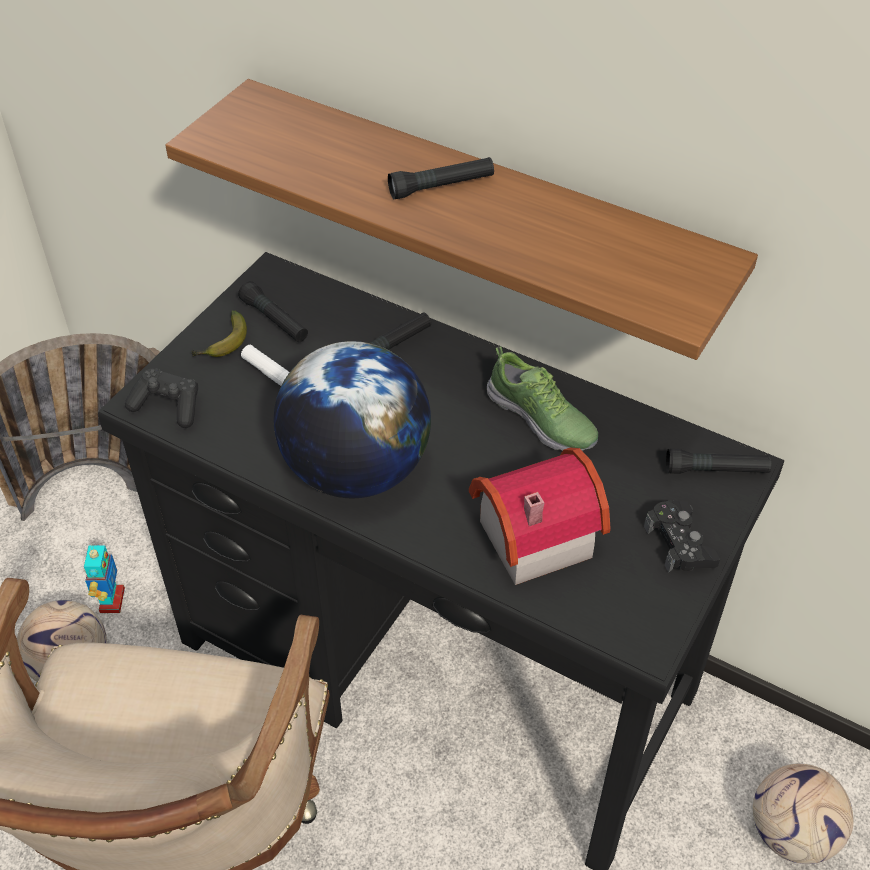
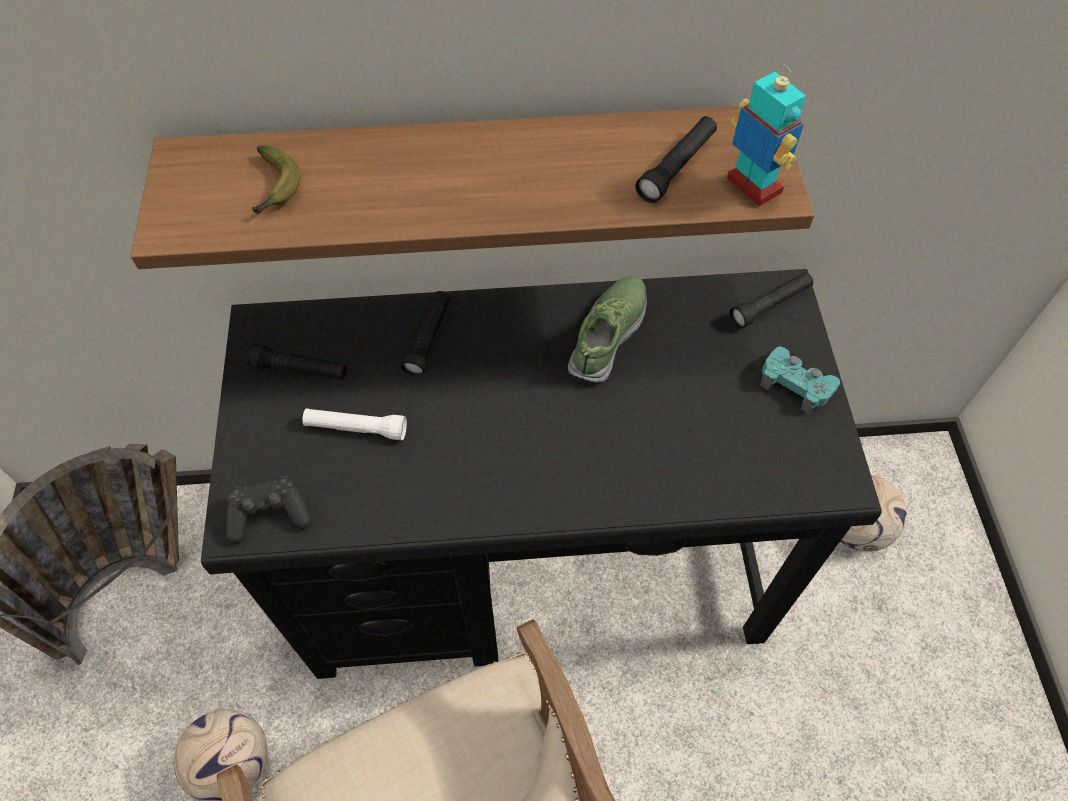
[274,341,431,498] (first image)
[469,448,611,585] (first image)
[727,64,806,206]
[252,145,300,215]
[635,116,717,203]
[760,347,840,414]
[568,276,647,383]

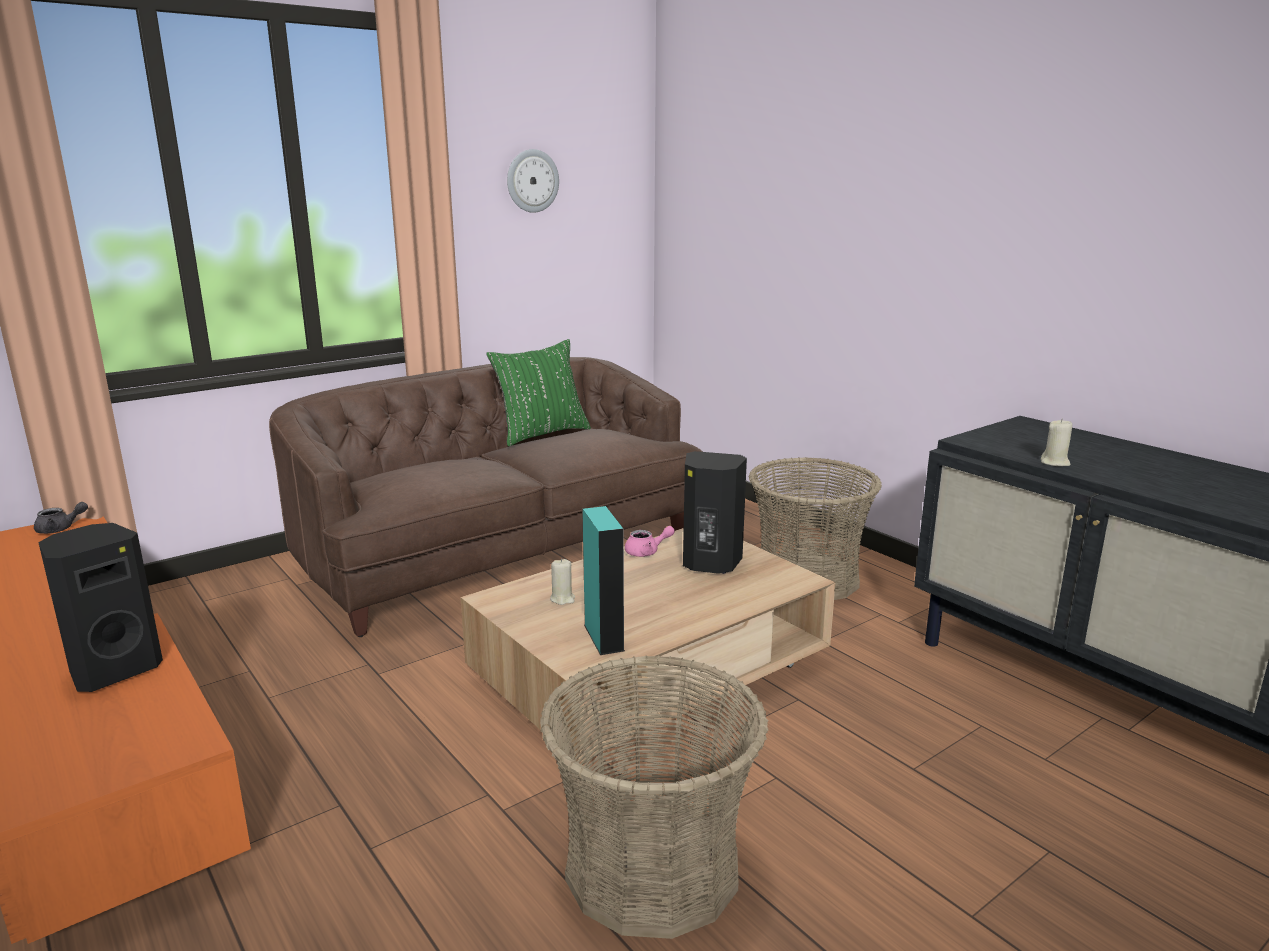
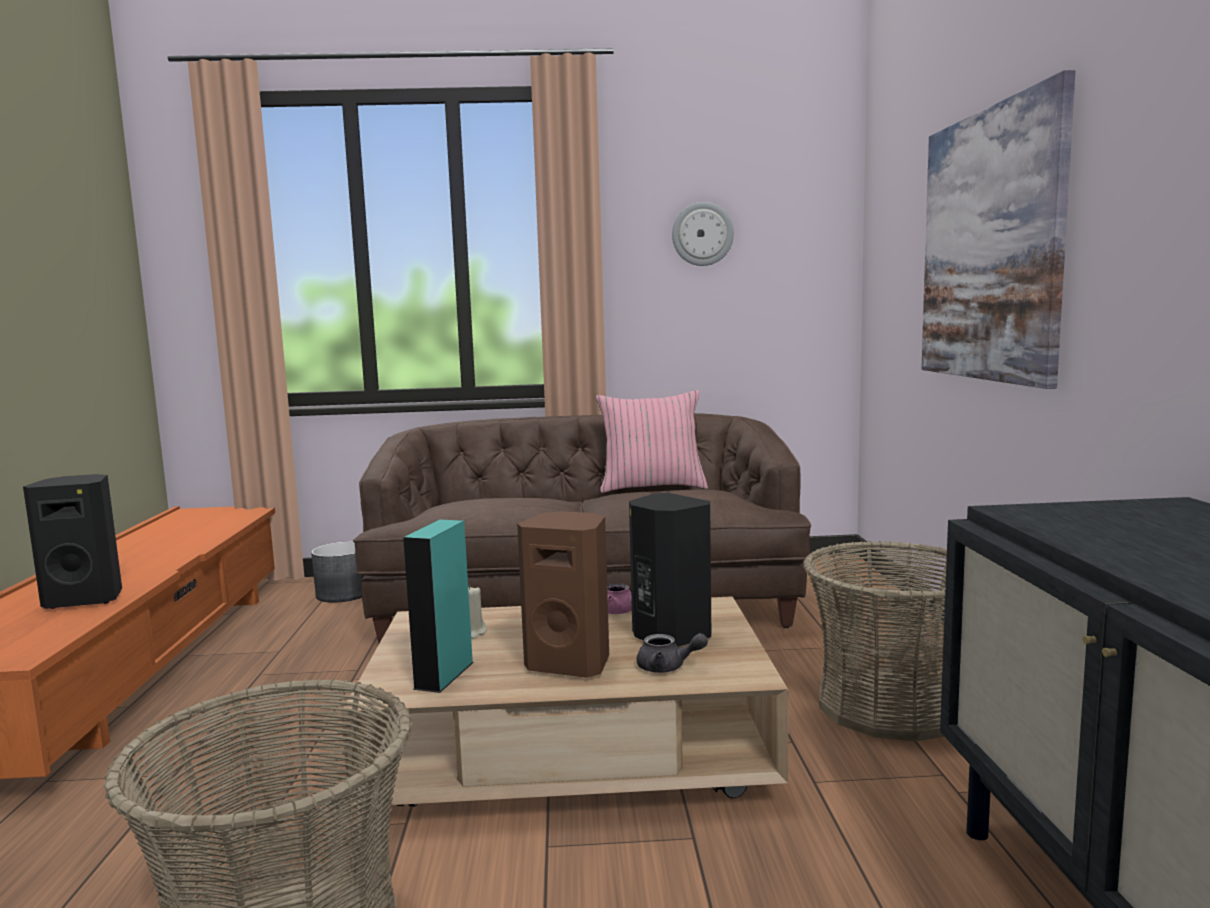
[1041,419,1072,466] (first image)
[311,542,364,603]
[517,511,609,678]
[922,70,1075,389]
[636,633,708,673]
[596,390,708,493]

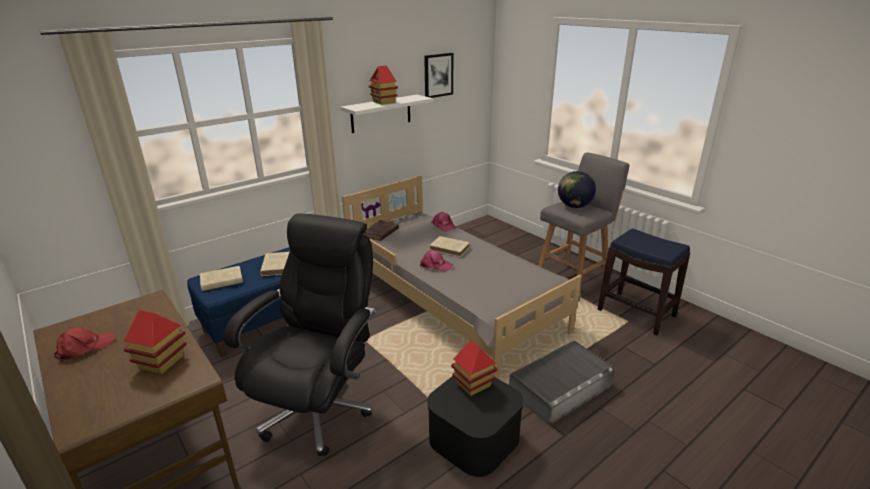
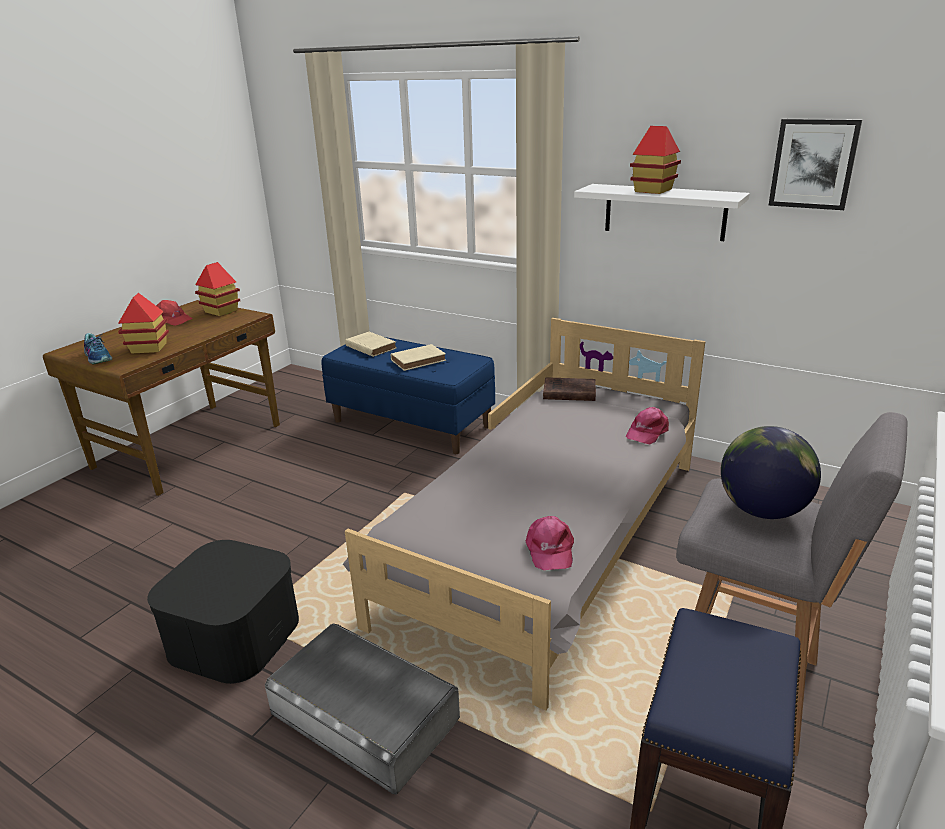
[223,213,377,456] (first image)
[429,236,470,257] (first image)
[84,333,112,364]
[526,516,574,570]
[195,262,240,316]

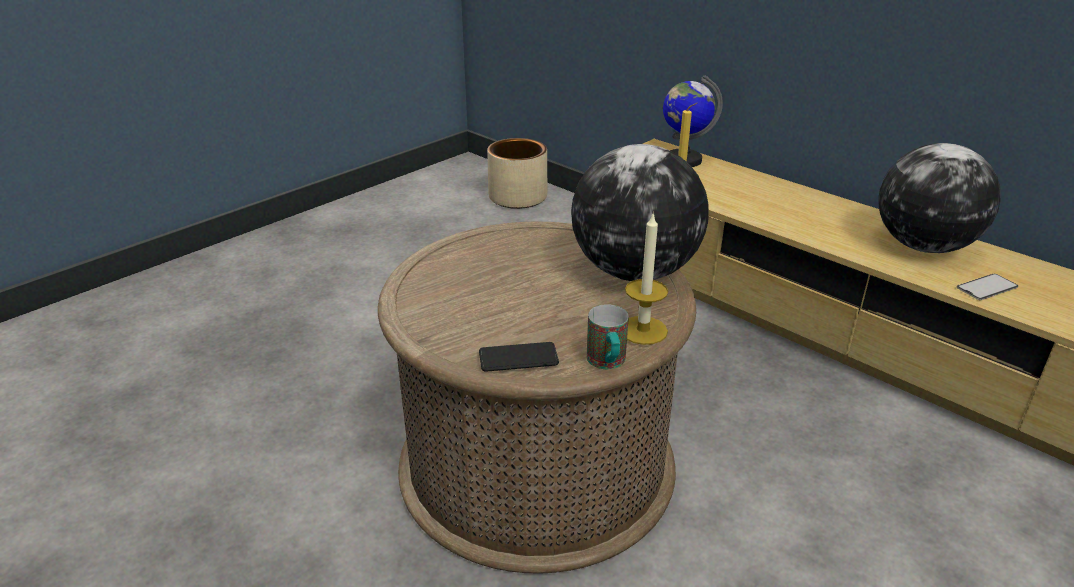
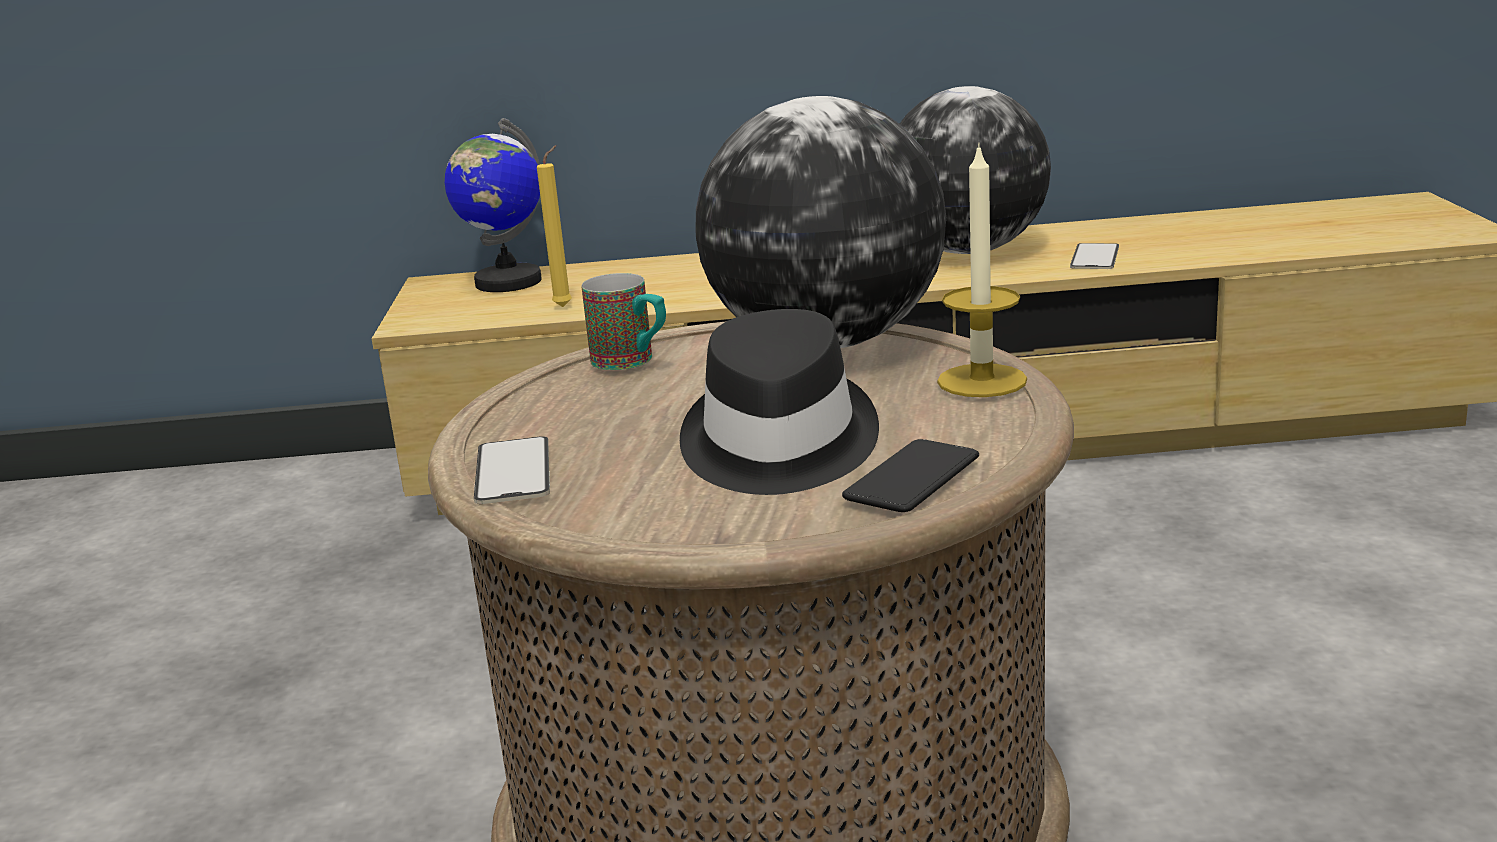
[487,138,547,209] (first image)
[474,436,550,504]
[680,309,879,495]
[582,273,666,370]

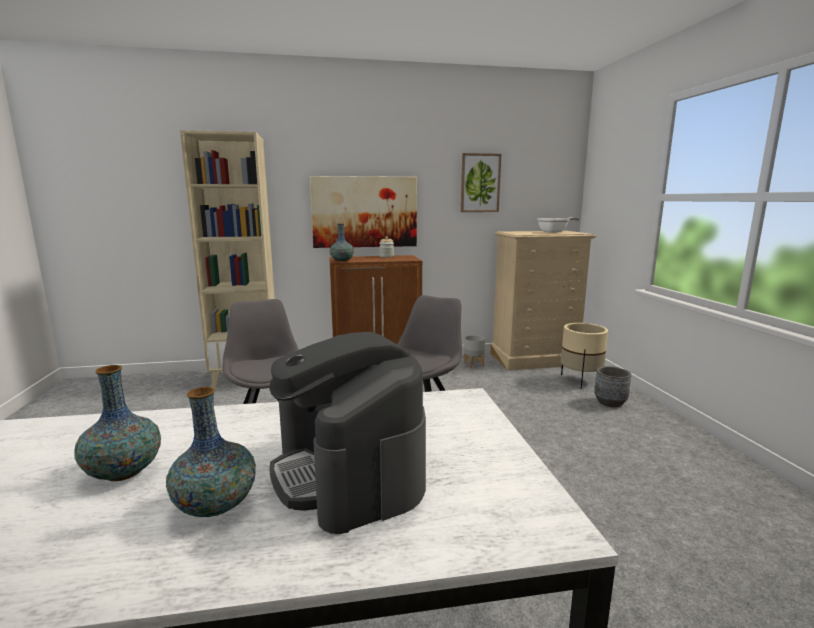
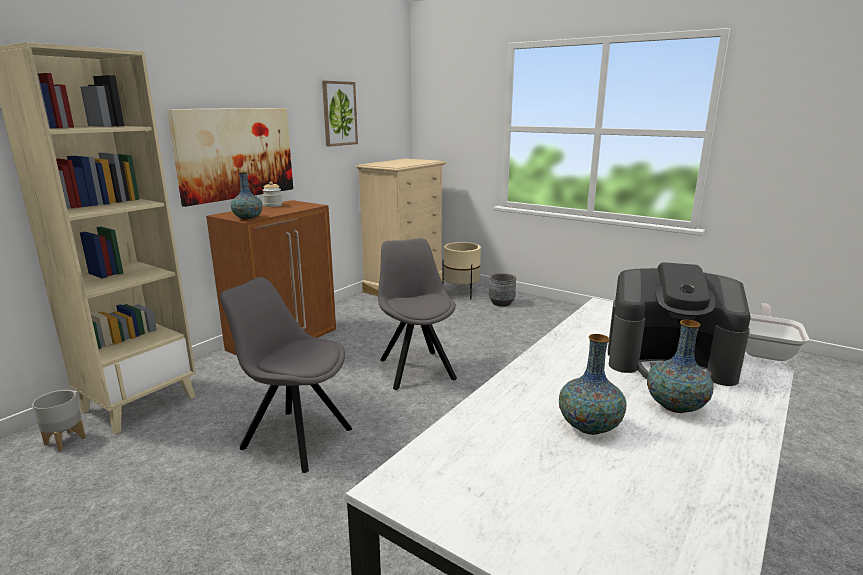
[32,390,86,452]
[745,303,809,361]

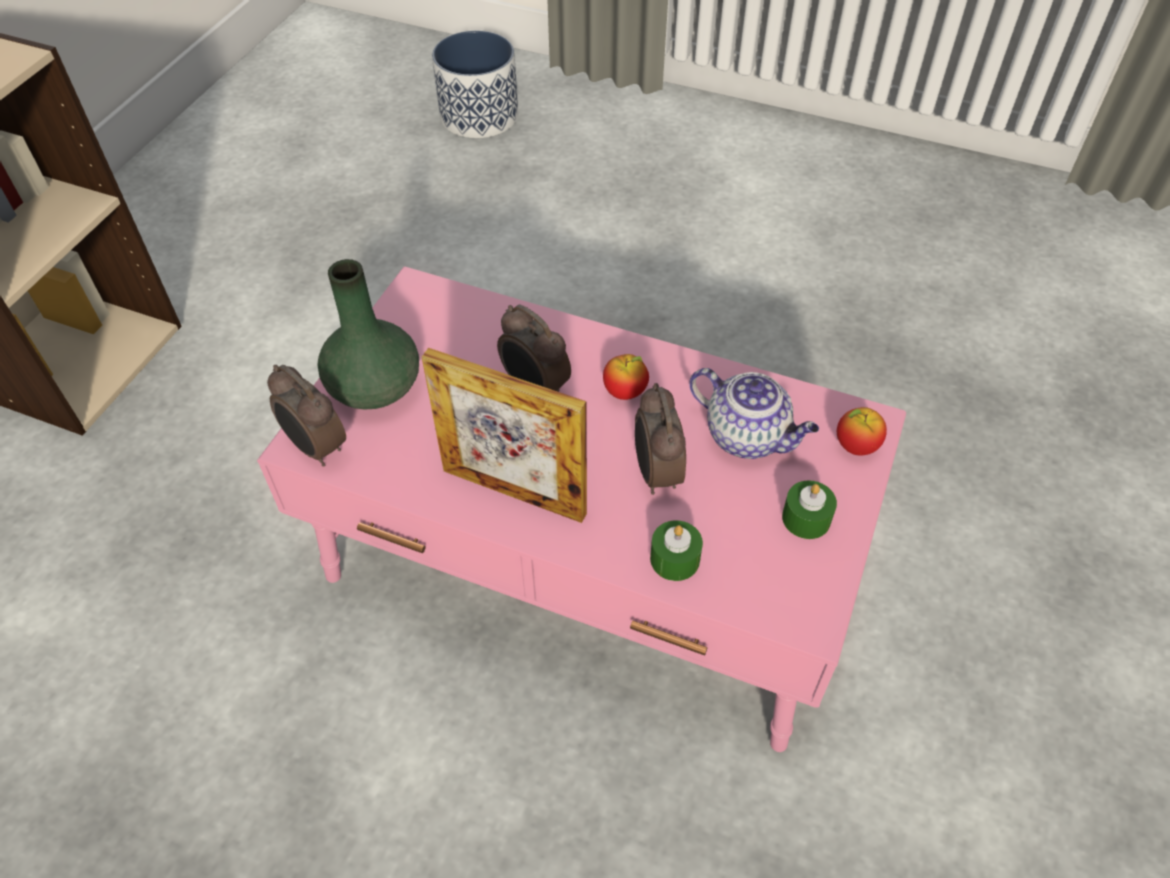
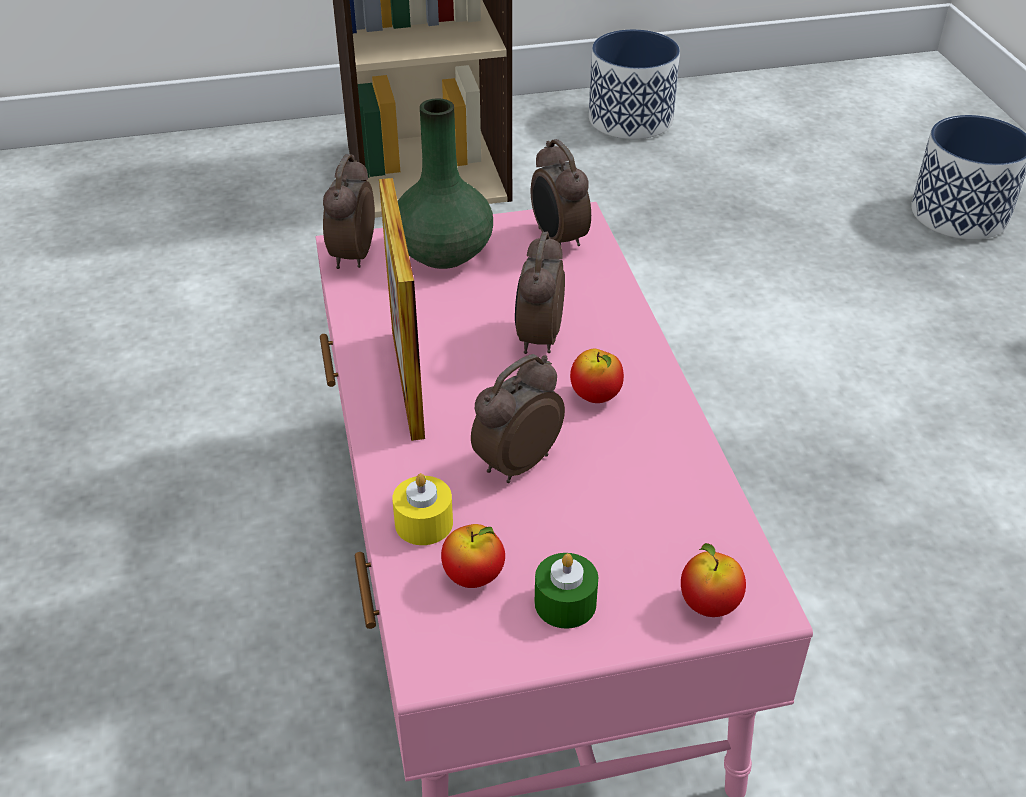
[690,368,819,459] (first image)
[441,524,505,588]
[531,139,591,246]
[589,29,680,140]
[392,473,453,545]

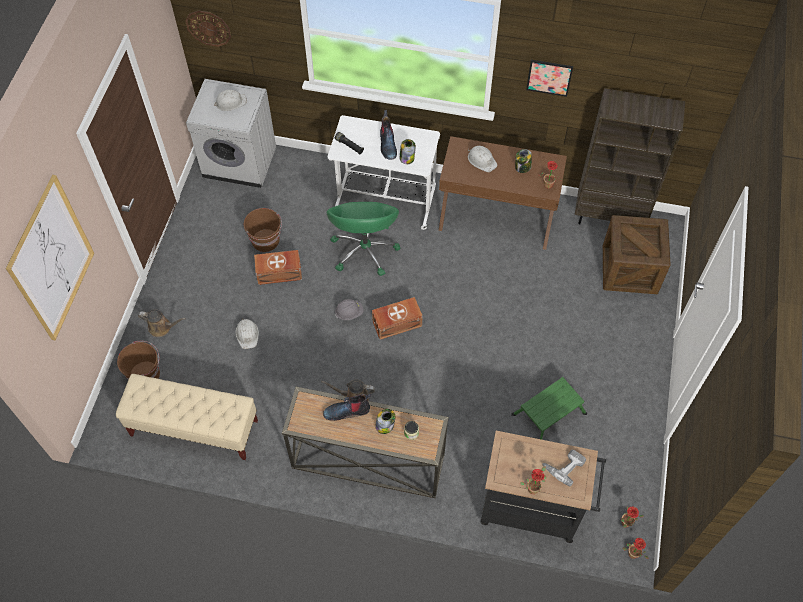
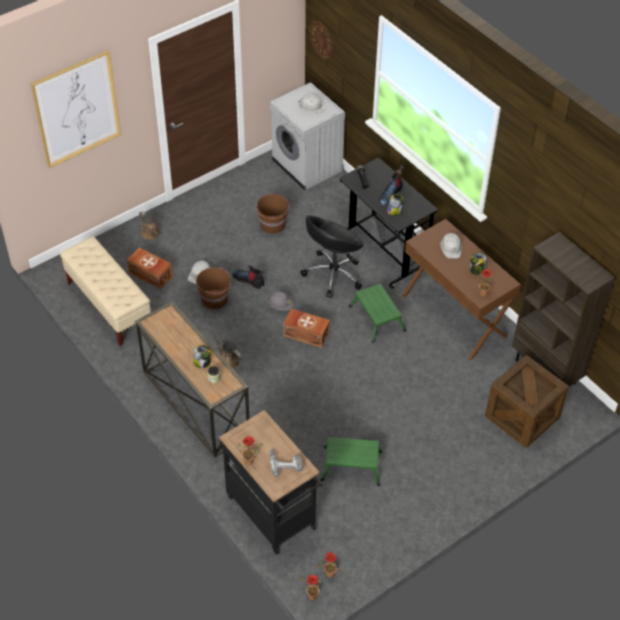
[526,60,573,97] (first image)
[348,283,407,343]
[196,267,232,309]
[127,247,172,289]
[232,265,265,289]
[300,215,363,298]
[340,158,437,289]

